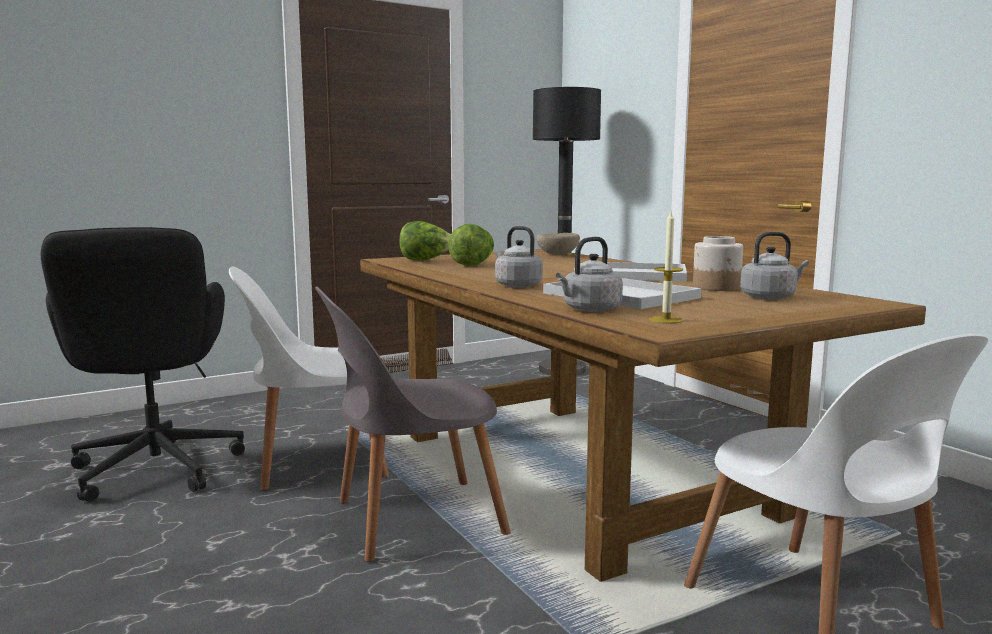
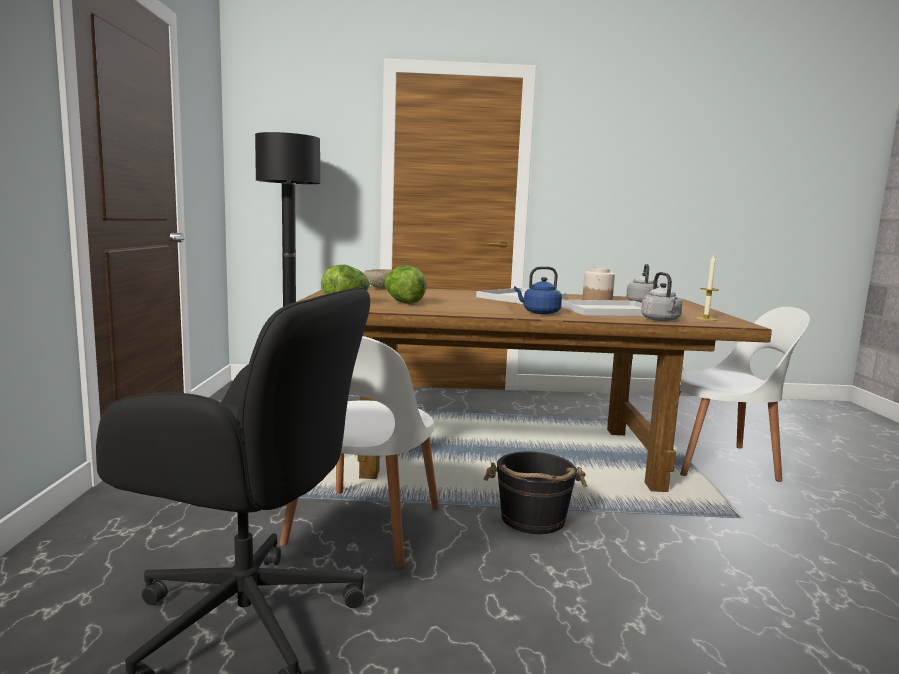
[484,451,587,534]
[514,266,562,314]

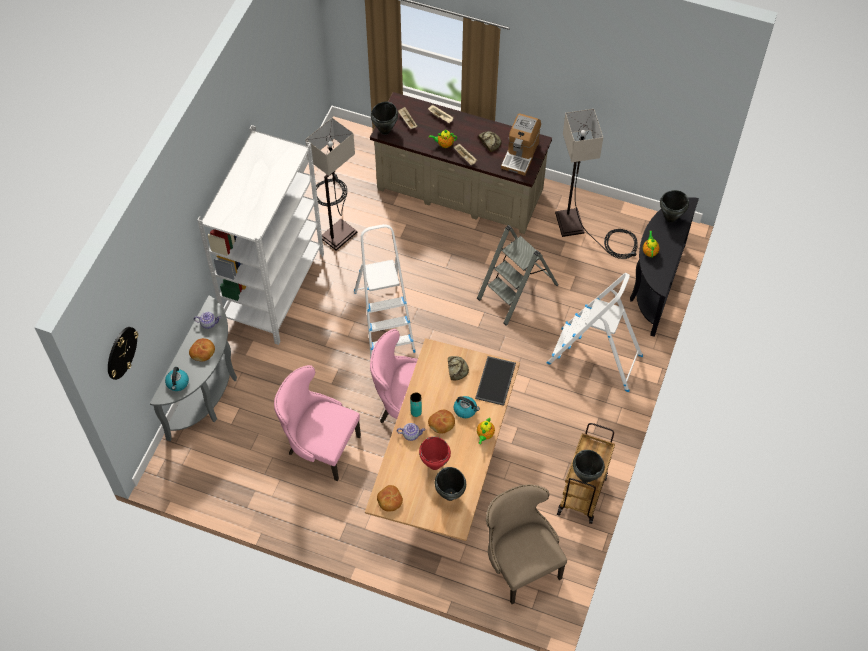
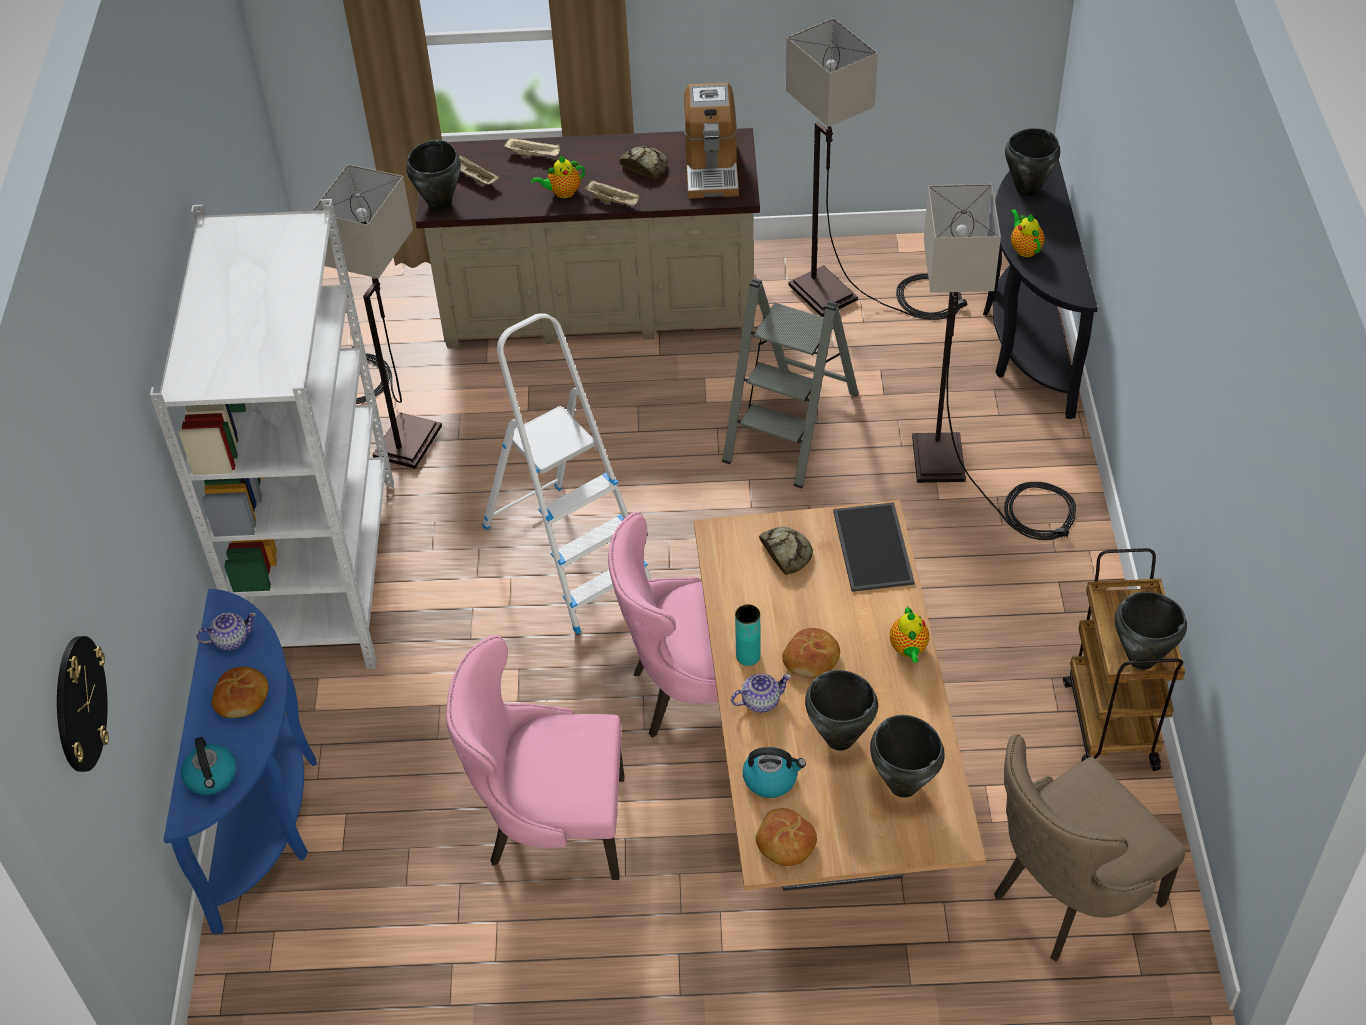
[743,747,806,798]
[912,184,1076,540]
[164,589,317,934]
[805,670,878,751]
[994,734,1186,962]

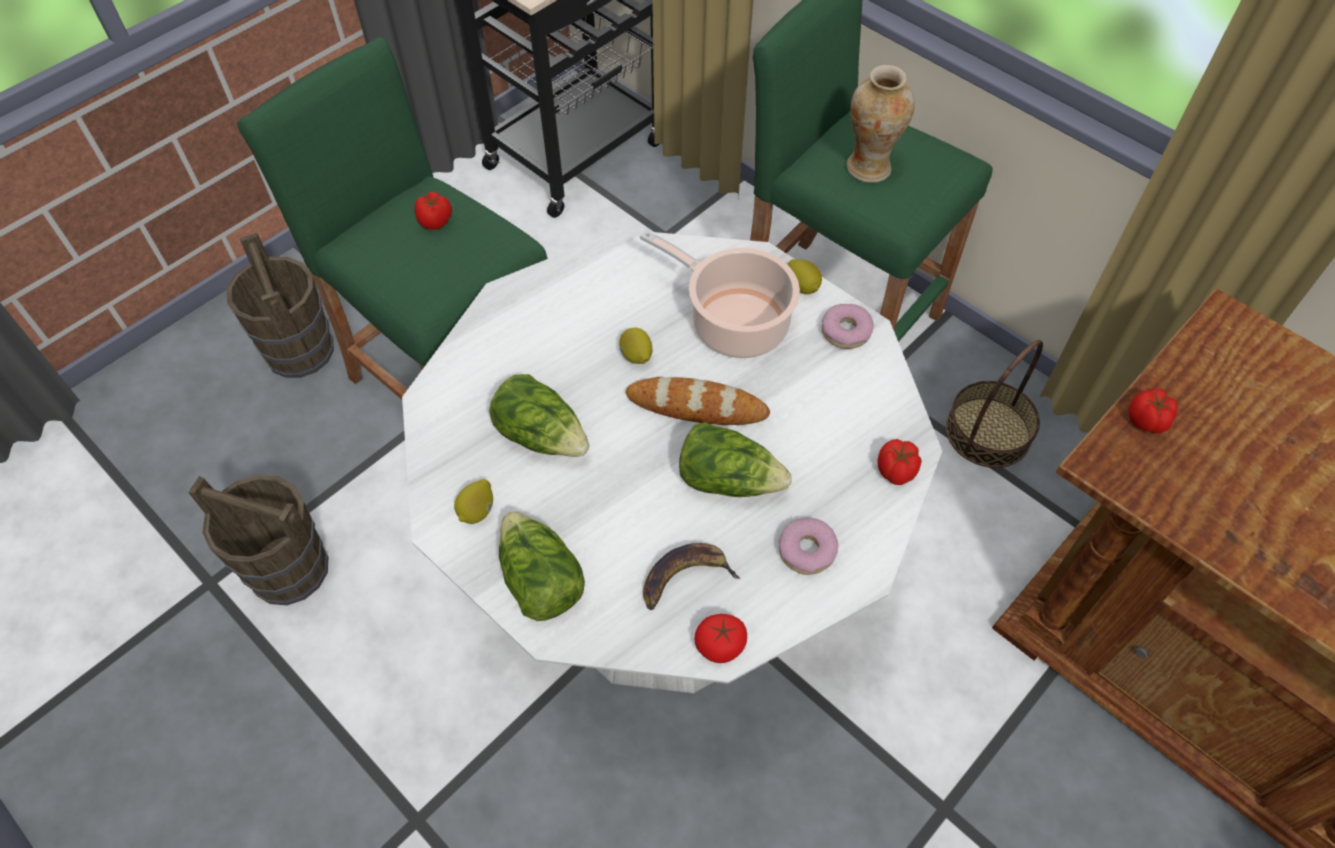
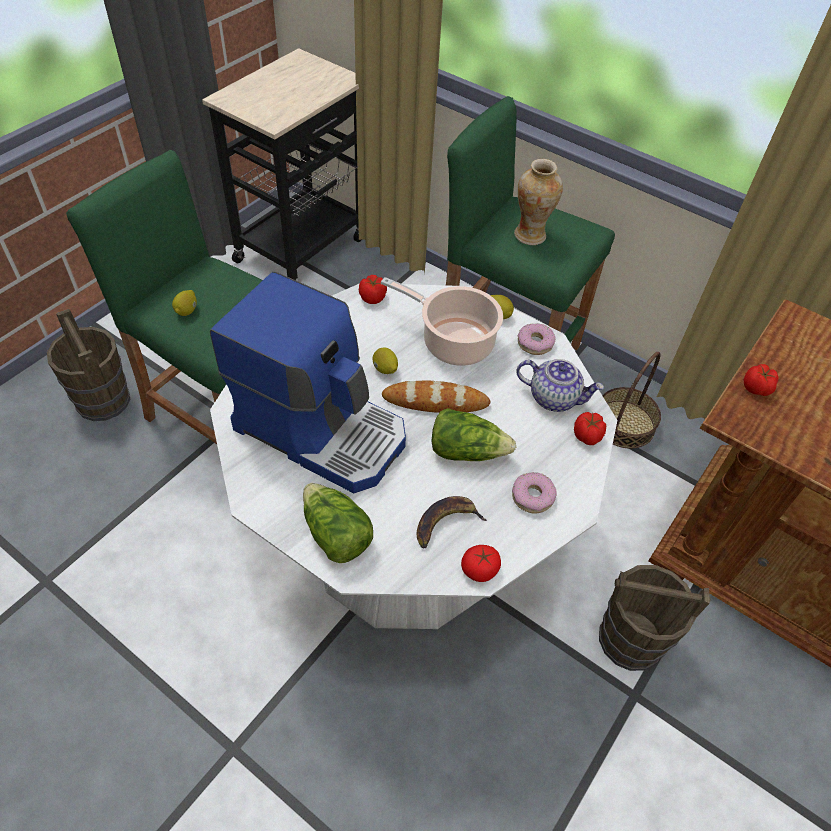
[516,359,604,412]
[599,565,710,671]
[359,275,387,304]
[172,290,197,316]
[210,272,406,493]

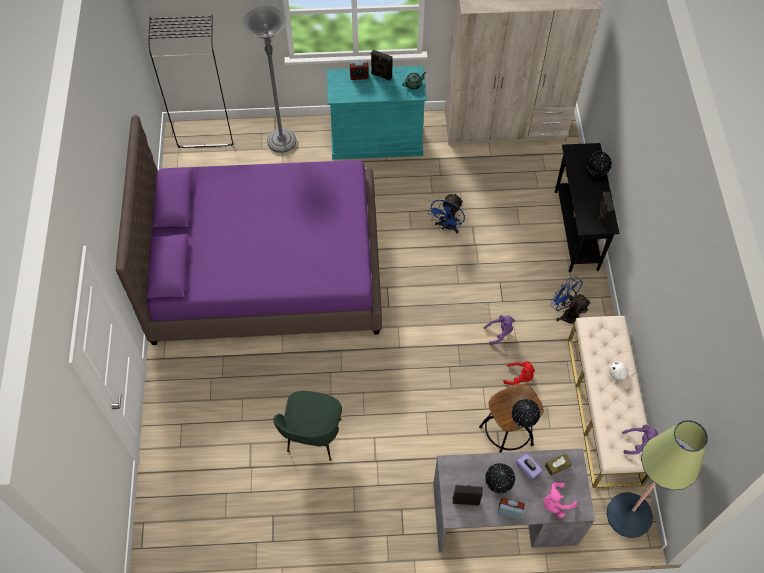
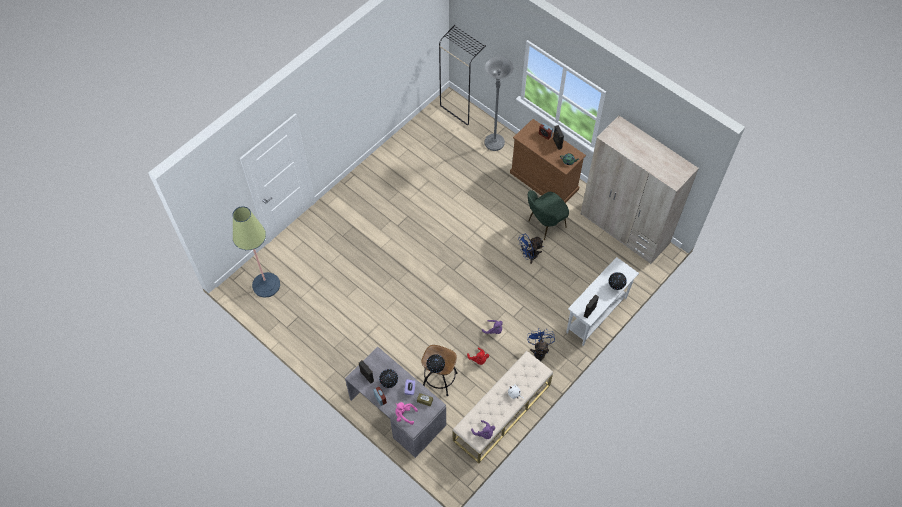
[116,115,382,345] (first image)
[528,190,569,240]
[233,206,280,298]
[510,119,586,203]
[566,257,639,346]

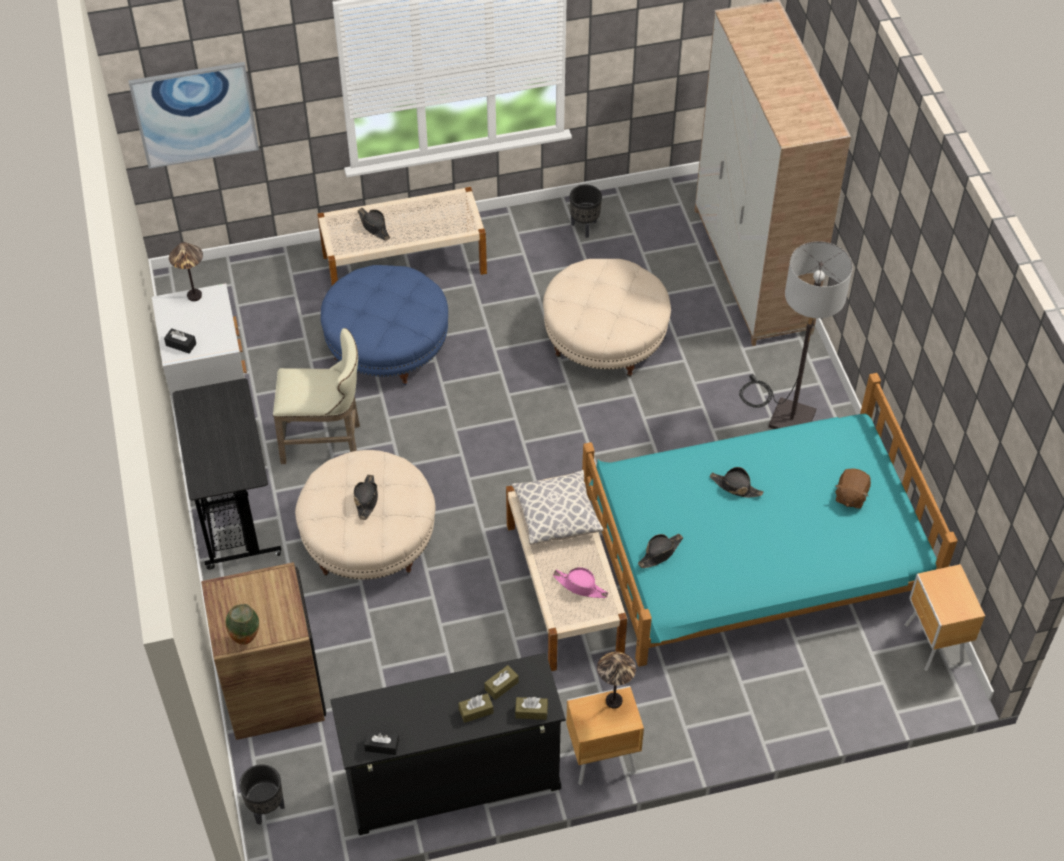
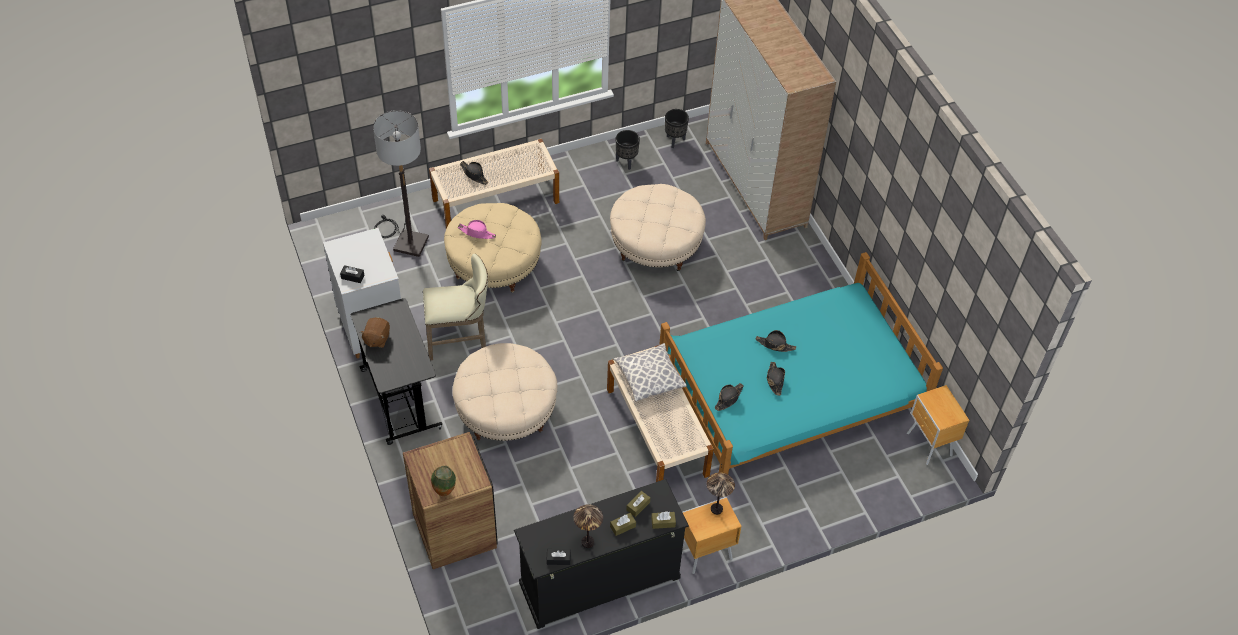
[128,62,259,169] (first image)
[573,504,603,548]
[665,109,689,148]
[766,362,785,396]
[458,220,496,239]
[373,110,429,257]
[360,317,390,348]
[444,203,542,293]

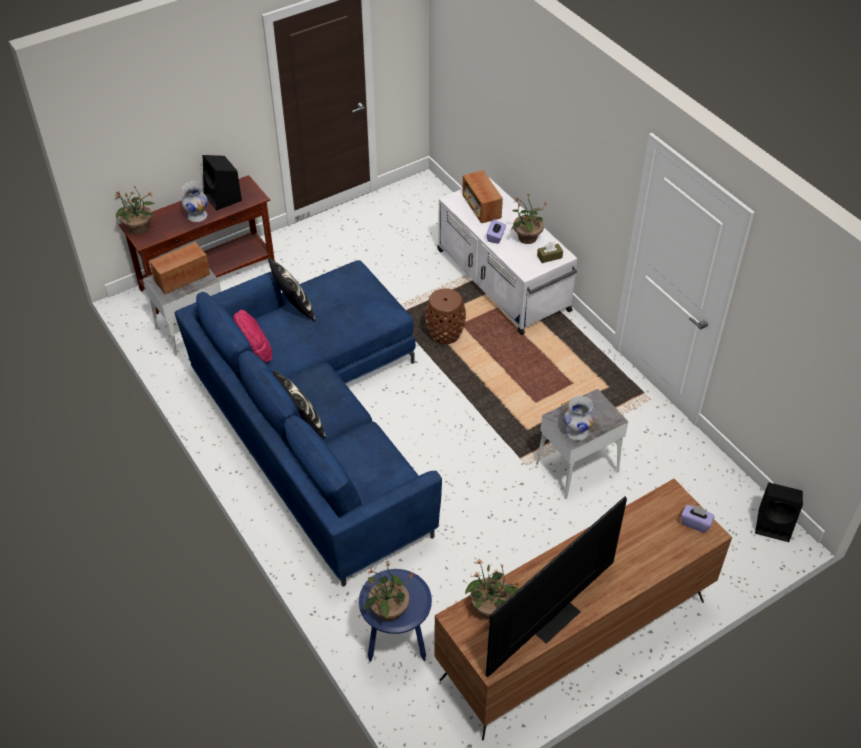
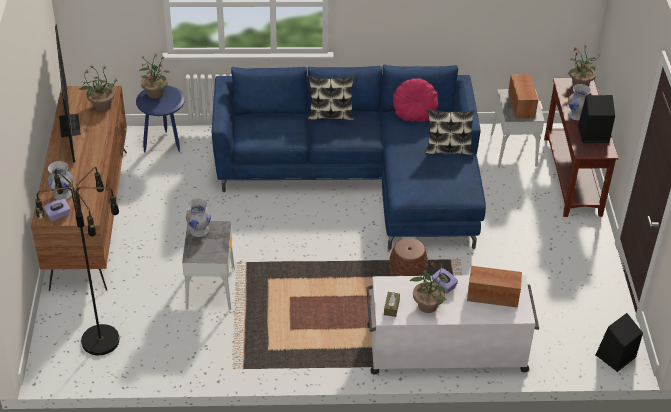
[35,167,119,355]
[47,161,73,200]
[596,313,643,372]

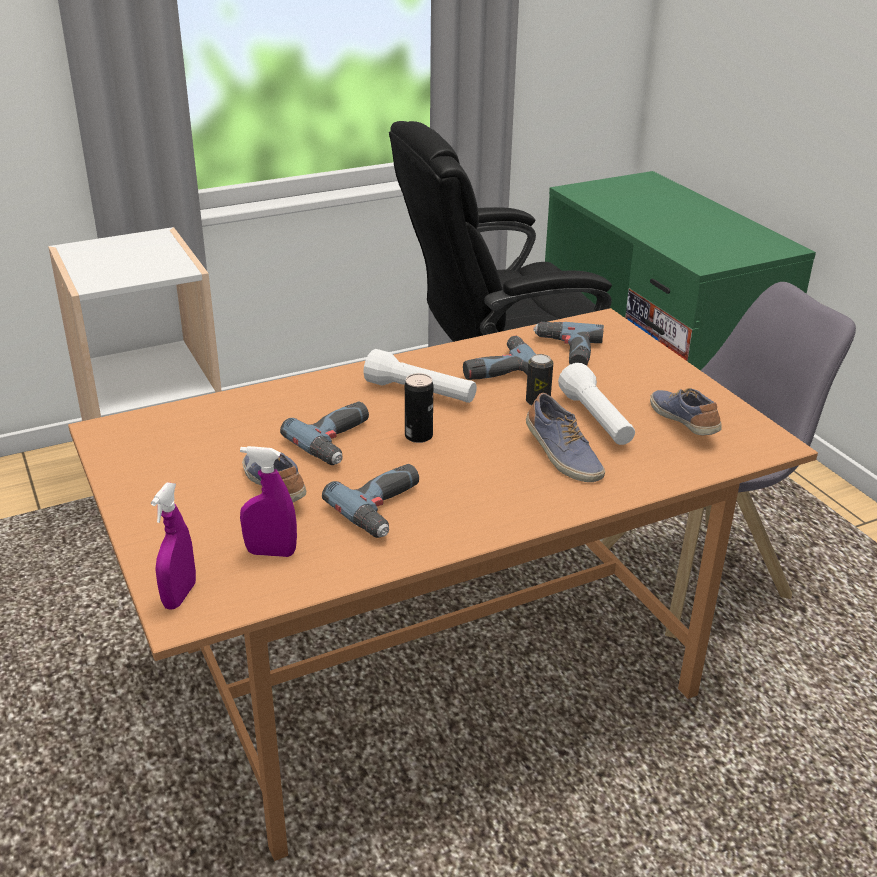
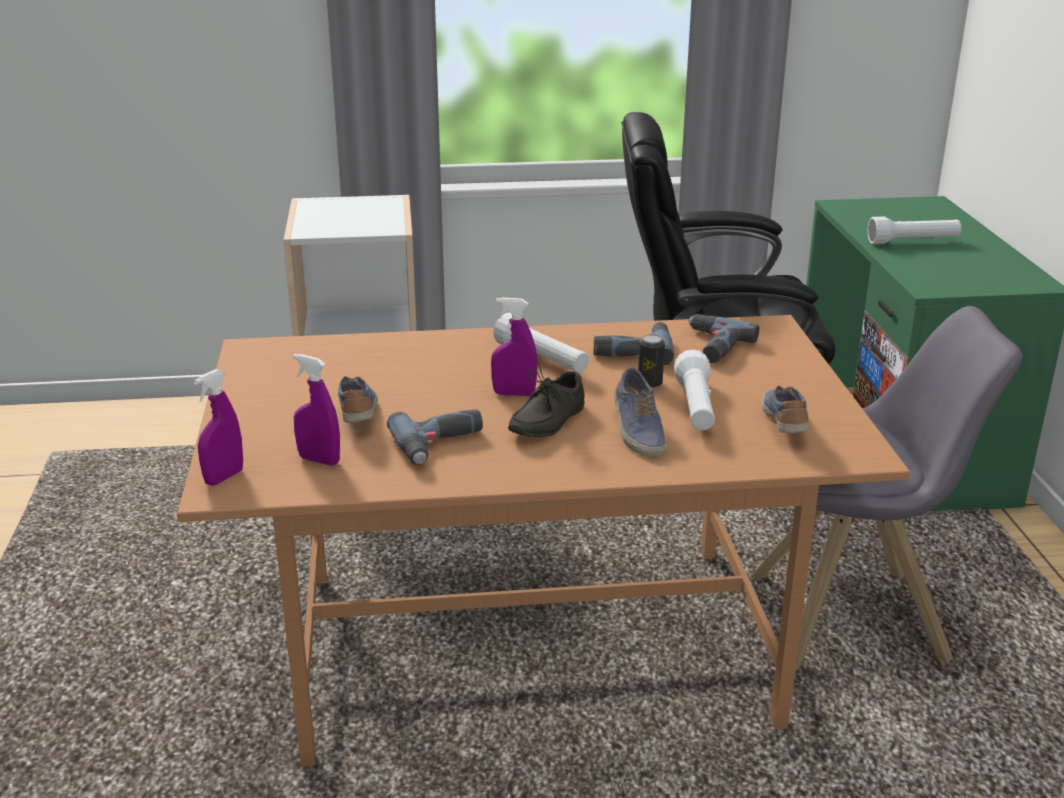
[280,401,369,465] (first image)
[508,360,585,437]
[867,217,961,244]
[491,297,537,396]

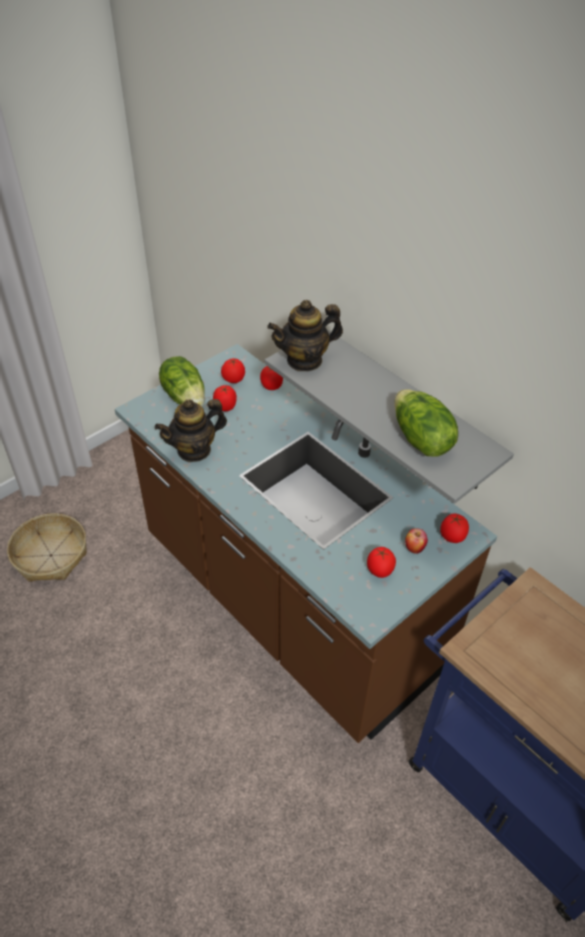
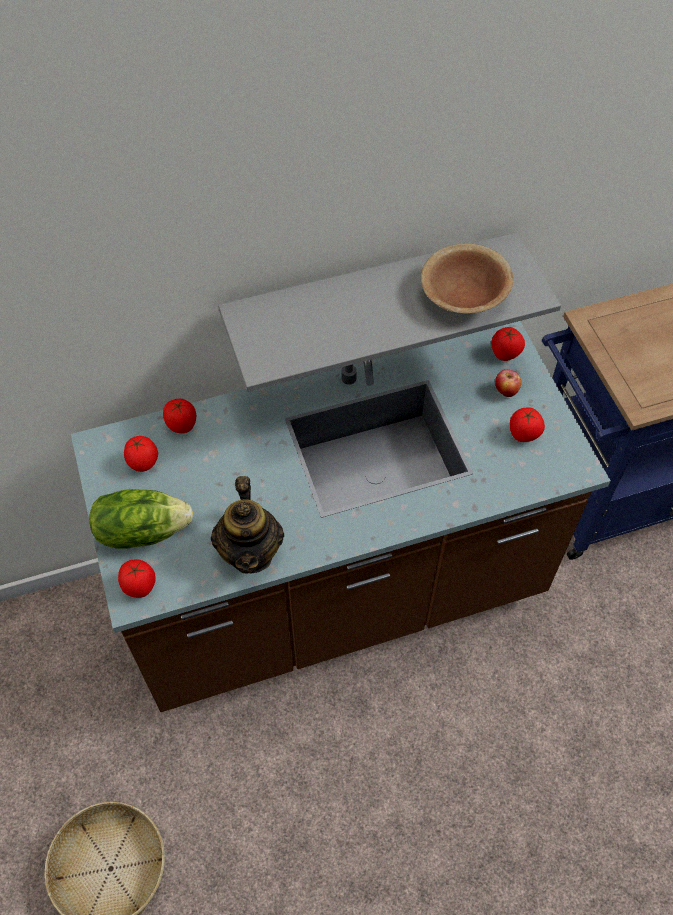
[268,300,343,371] (first image)
[118,559,156,598]
[421,244,513,314]

